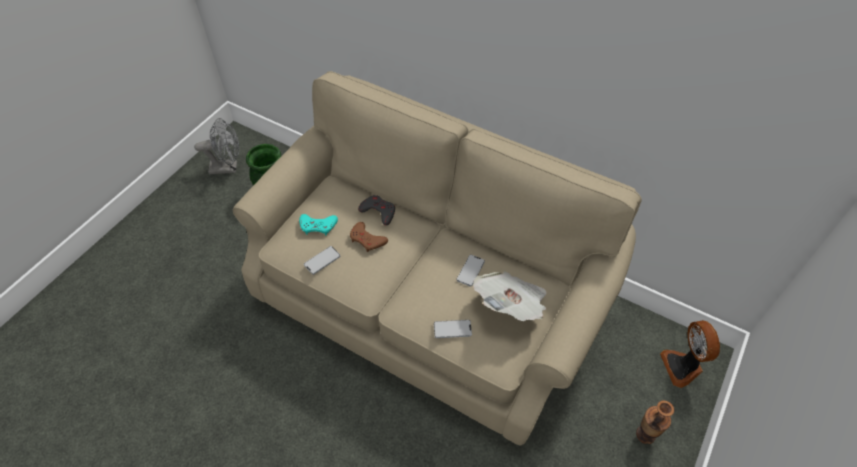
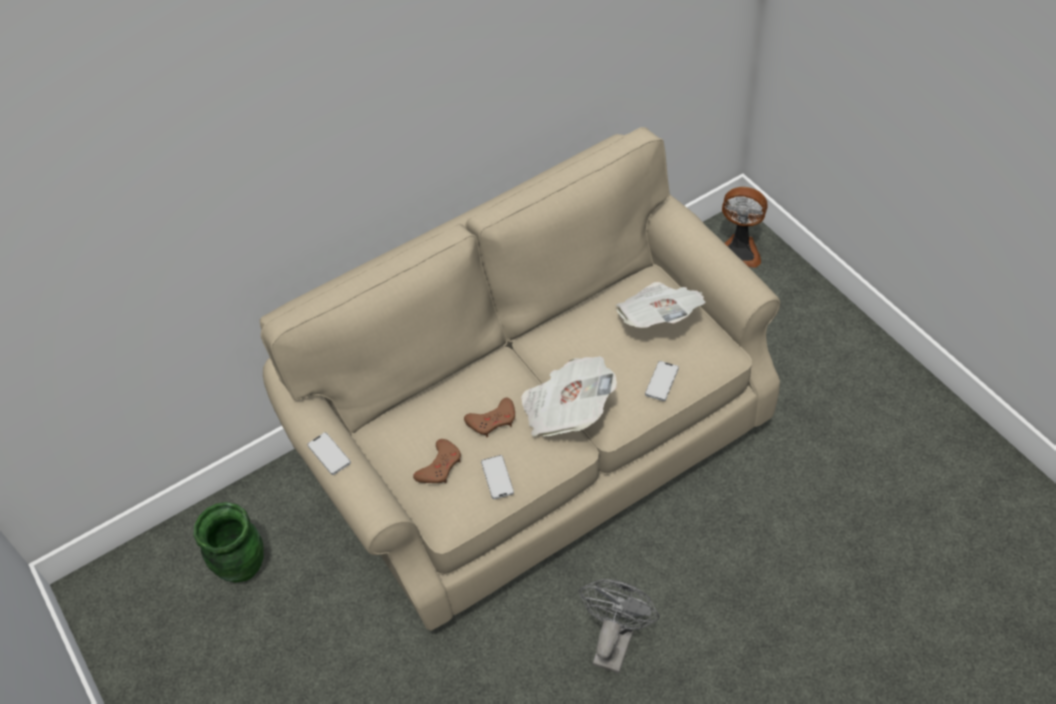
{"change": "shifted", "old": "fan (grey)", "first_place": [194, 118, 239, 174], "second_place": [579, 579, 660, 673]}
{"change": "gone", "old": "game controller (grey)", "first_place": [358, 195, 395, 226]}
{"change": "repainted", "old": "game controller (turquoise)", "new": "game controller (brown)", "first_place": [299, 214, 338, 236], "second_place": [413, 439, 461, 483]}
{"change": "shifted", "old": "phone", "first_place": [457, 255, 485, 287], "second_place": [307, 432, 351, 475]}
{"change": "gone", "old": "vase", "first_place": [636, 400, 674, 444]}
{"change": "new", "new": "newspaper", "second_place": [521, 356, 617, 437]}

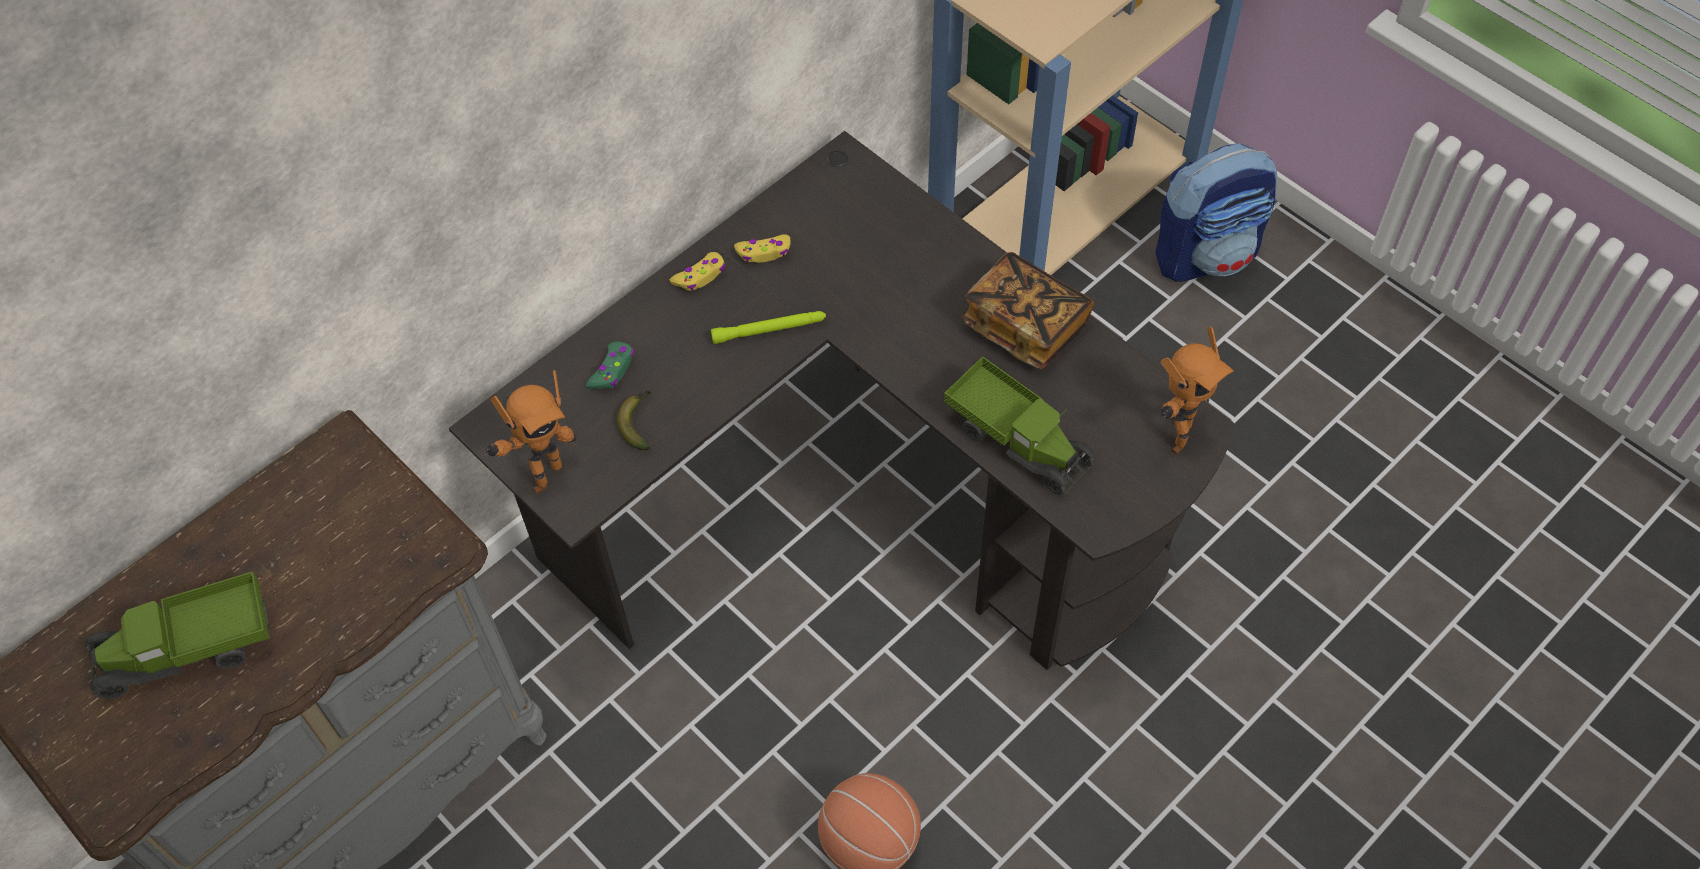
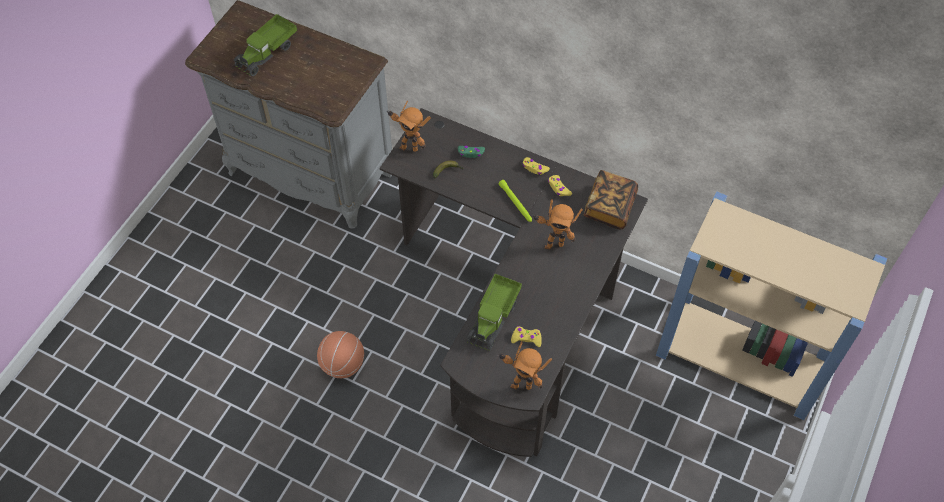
{"change": "gone", "old": "backpack", "first_place": [1155, 143, 1277, 282]}
{"change": "shifted", "old": "book", "first_place": [961, 252, 1094, 369], "second_place": [584, 170, 638, 230]}
{"change": "rotated", "old": "toy truck", "first_place": [84, 571, 271, 699], "second_place": [233, 14, 297, 76], "degrees": -105}
{"change": "new", "new": "toy robot", "second_place": [533, 199, 583, 249]}
{"change": "new", "new": "game controller (yellow)", "second_place": [511, 326, 542, 347]}

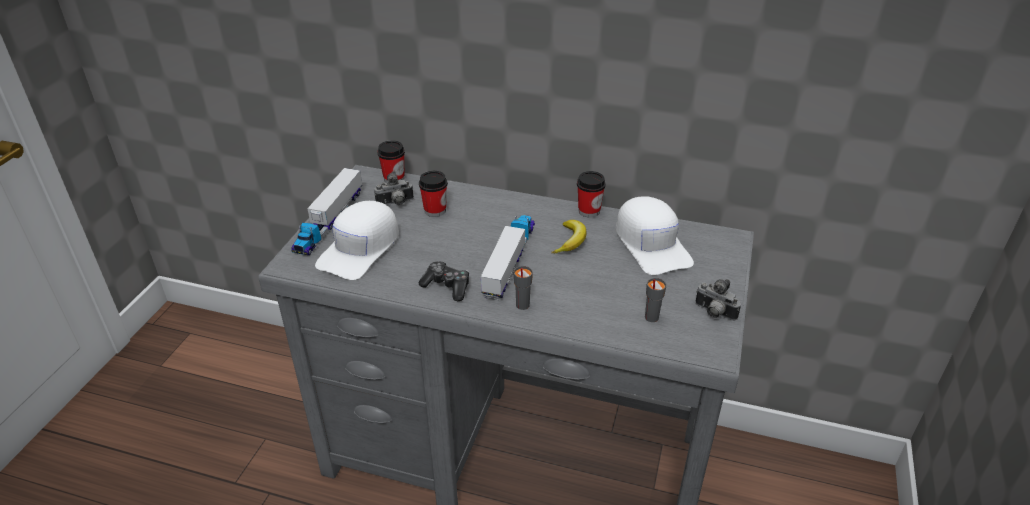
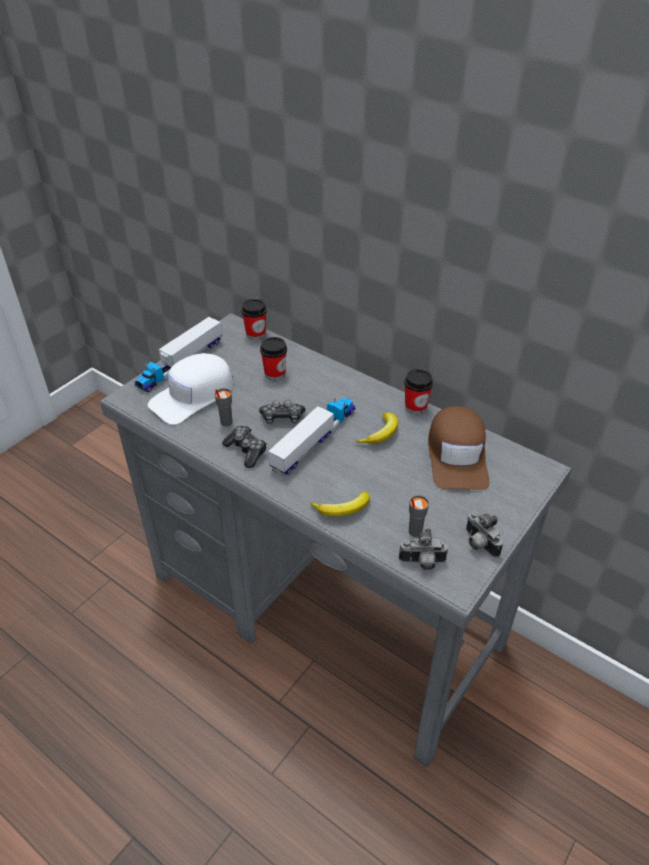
{"change": "shifted", "old": "photo camera", "first_place": [374, 171, 414, 205], "second_place": [399, 528, 448, 570]}
{"change": "repainted", "old": "cap (white)", "new": "cap (brown)", "first_place": [615, 196, 694, 275], "second_place": [428, 406, 489, 490]}
{"change": "shifted", "old": "cup (grey)", "first_place": [513, 266, 533, 310], "second_place": [215, 388, 233, 426]}
{"change": "new", "new": "game controller", "second_place": [259, 400, 305, 424]}
{"change": "new", "new": "banana", "second_place": [310, 491, 370, 516]}

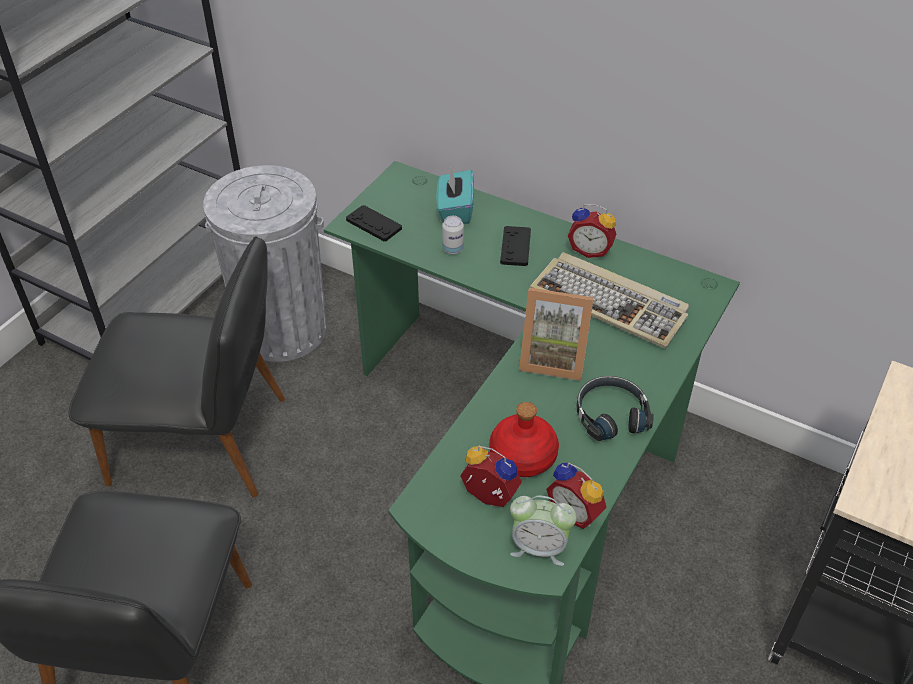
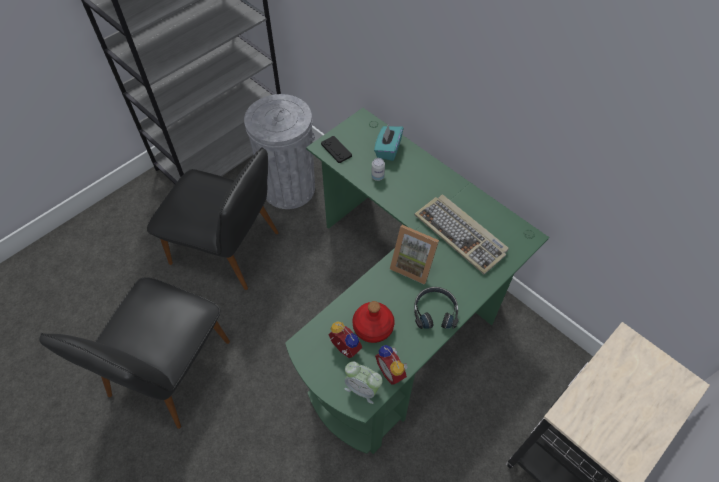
{"change": "gone", "old": "alarm clock", "first_place": [568, 204, 616, 258]}
{"change": "gone", "old": "game controller (black)", "first_place": [500, 226, 531, 266]}

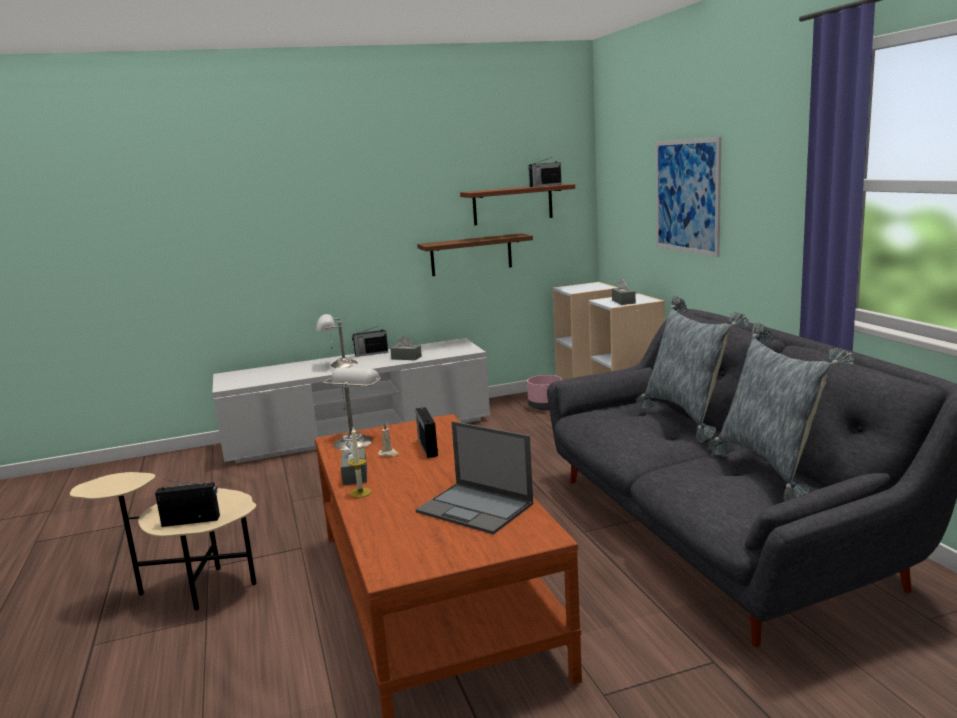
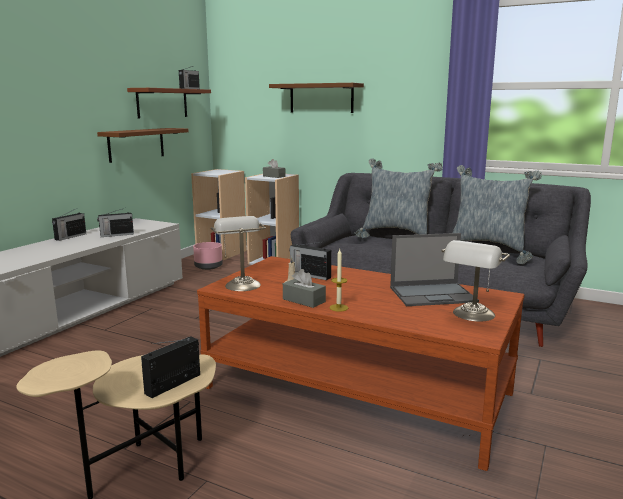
{"change": "swapped", "old": "picture", "new": "shelf (brown)", "first_place": [656, 137, 721, 257], "second_place": [269, 83, 364, 113]}
{"change": "shifted", "old": "table lamp (white)", "first_place": [316, 314, 358, 368], "second_place": [442, 240, 510, 322]}
{"change": "swapped", "old": "tissue box (grey)", "new": "radio", "first_place": [390, 336, 422, 360], "second_place": [97, 208, 134, 237]}

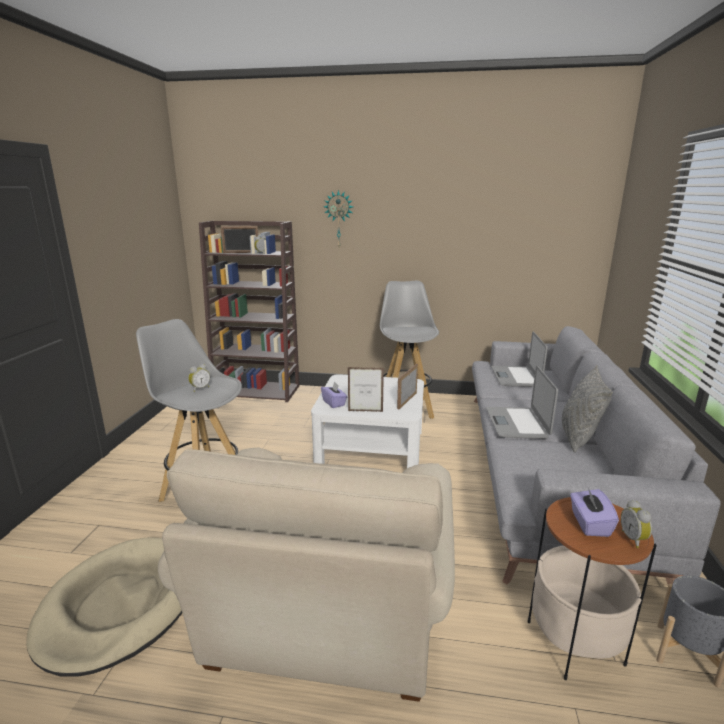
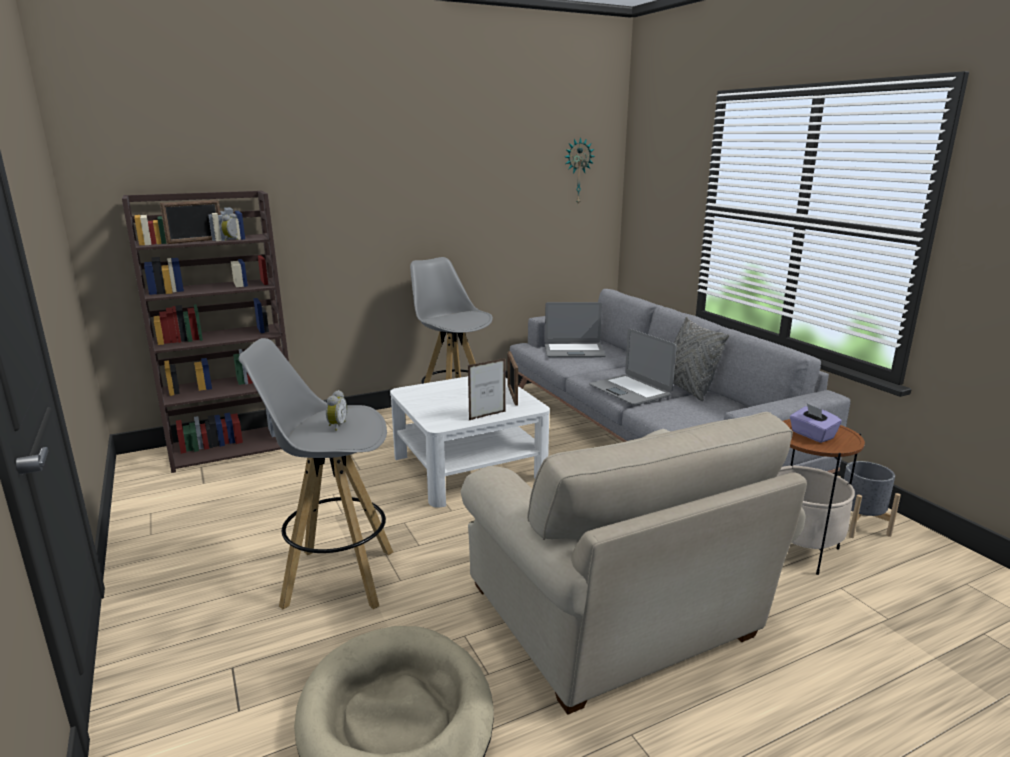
{"change": "shifted", "old": "wall clock", "first_place": [324, 190, 353, 247], "second_place": [565, 137, 595, 204]}
{"change": "rotated", "old": "laptop", "first_place": [491, 332, 548, 387], "second_place": [545, 302, 606, 357], "degrees": -60}
{"change": "gone", "old": "tissue box (purple)", "first_place": [321, 381, 347, 408]}
{"change": "gone", "old": "alarm clock", "first_place": [621, 499, 652, 548]}

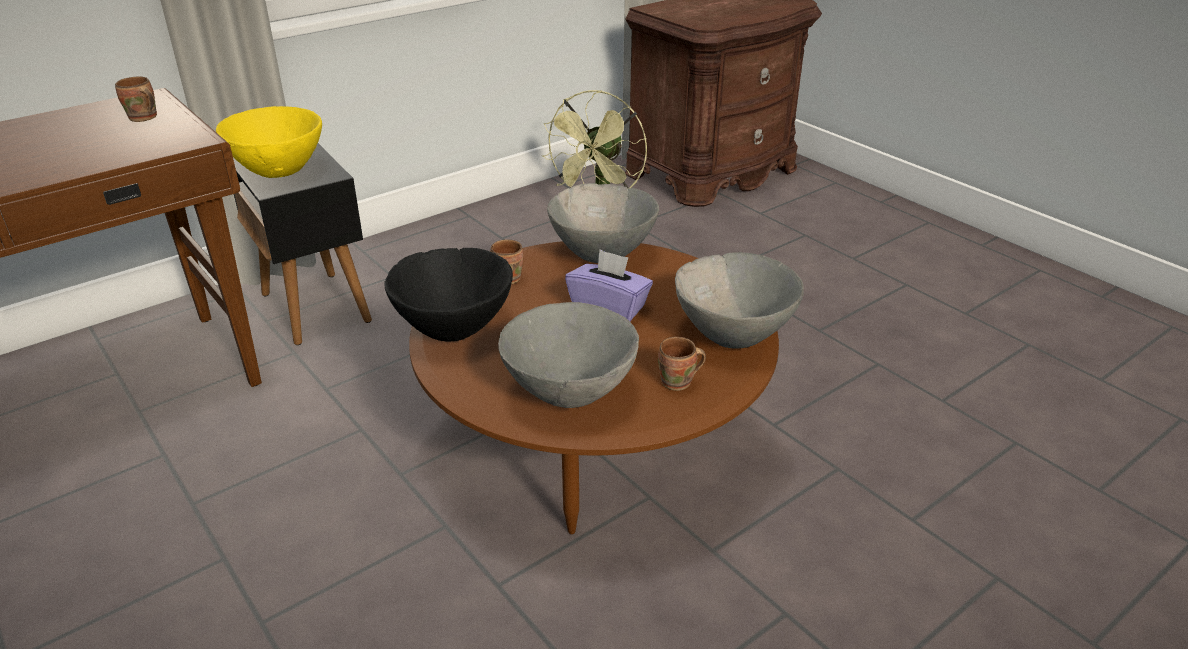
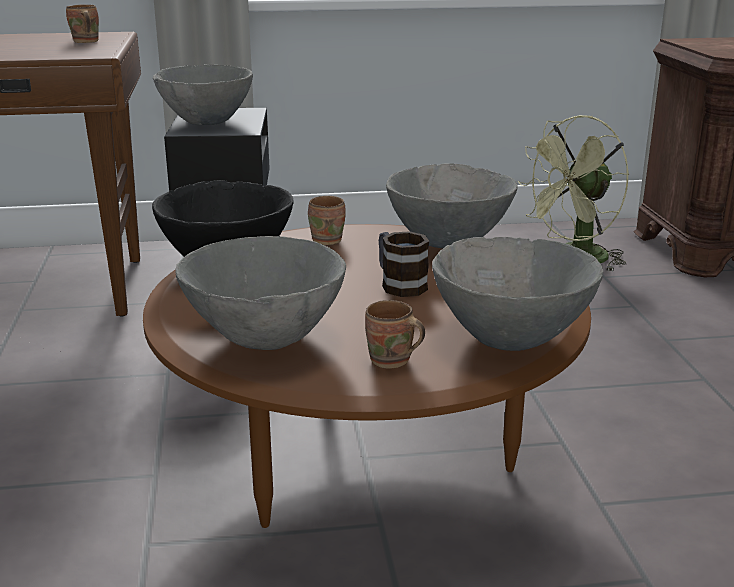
{"change": "repainted", "old": "bowl (yellow)", "new": "bowl (grey)", "first_place": [216, 106, 322, 178], "second_place": [153, 65, 253, 125]}
{"change": "swapped", "old": "tissue box (purple)", "new": "mug", "first_place": [565, 249, 653, 321], "second_place": [379, 231, 429, 297]}

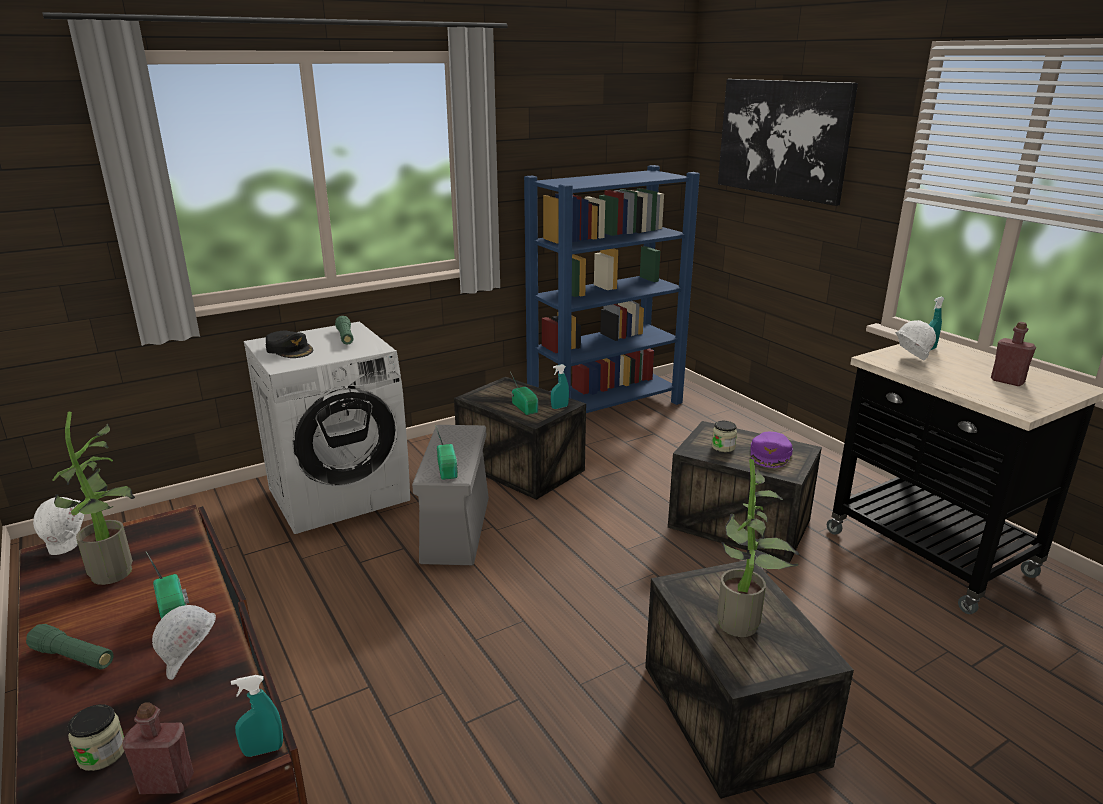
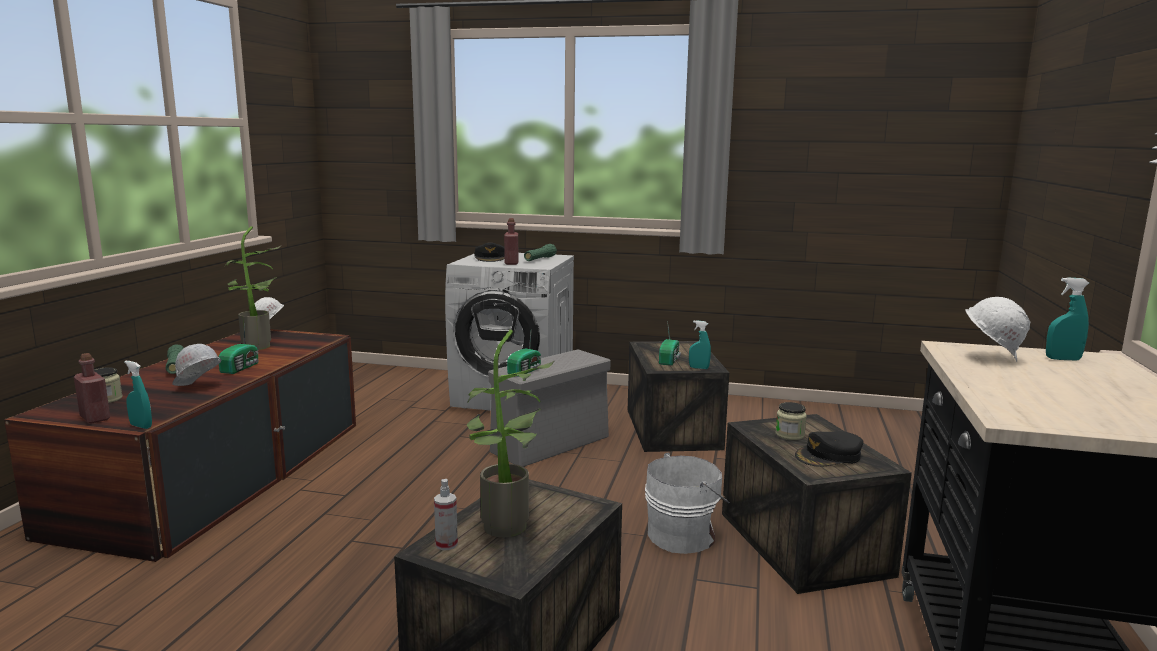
{"change": "gone", "old": "picture", "first_place": [718, 79, 858, 206]}
{"change": "gone", "old": "bookcase (blue)", "first_place": [524, 165, 700, 413]}
{"change": "shifted", "old": "bottle (red)", "first_place": [991, 322, 1036, 386], "second_place": [504, 218, 518, 265]}
{"change": "repainted", "old": "cap (purple)", "new": "cap (black)", "first_place": [750, 432, 793, 468], "second_place": [795, 431, 863, 467]}
{"change": "new", "new": "bucket (white)", "second_place": [645, 453, 730, 554]}
{"change": "new", "new": "spray bottle", "second_place": [434, 479, 458, 550]}

